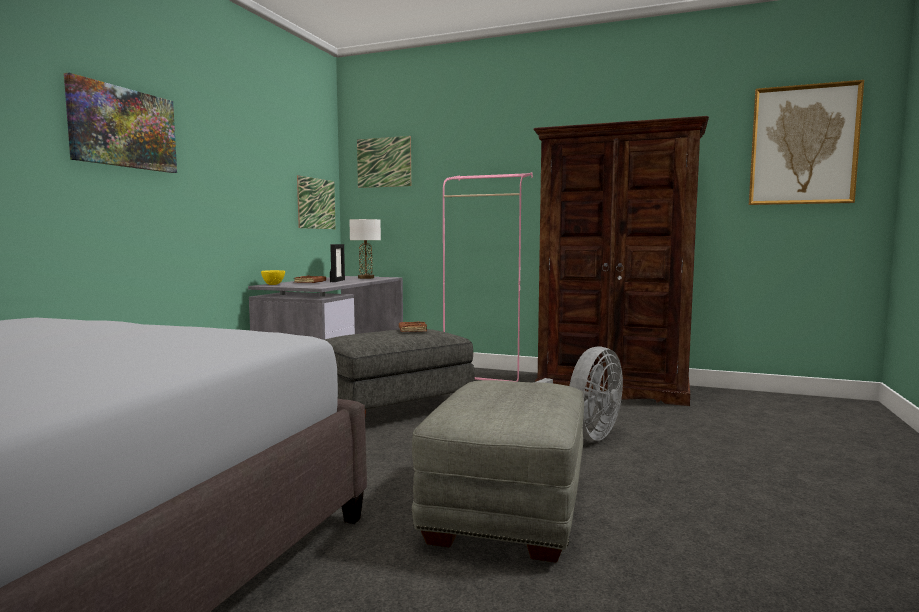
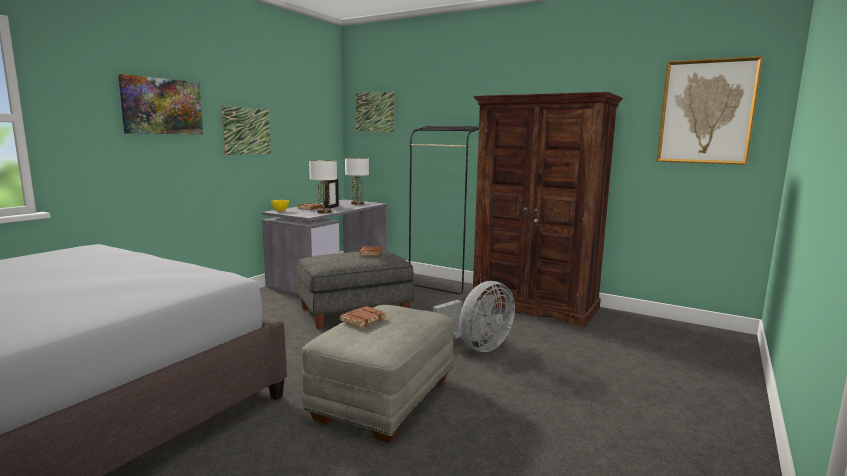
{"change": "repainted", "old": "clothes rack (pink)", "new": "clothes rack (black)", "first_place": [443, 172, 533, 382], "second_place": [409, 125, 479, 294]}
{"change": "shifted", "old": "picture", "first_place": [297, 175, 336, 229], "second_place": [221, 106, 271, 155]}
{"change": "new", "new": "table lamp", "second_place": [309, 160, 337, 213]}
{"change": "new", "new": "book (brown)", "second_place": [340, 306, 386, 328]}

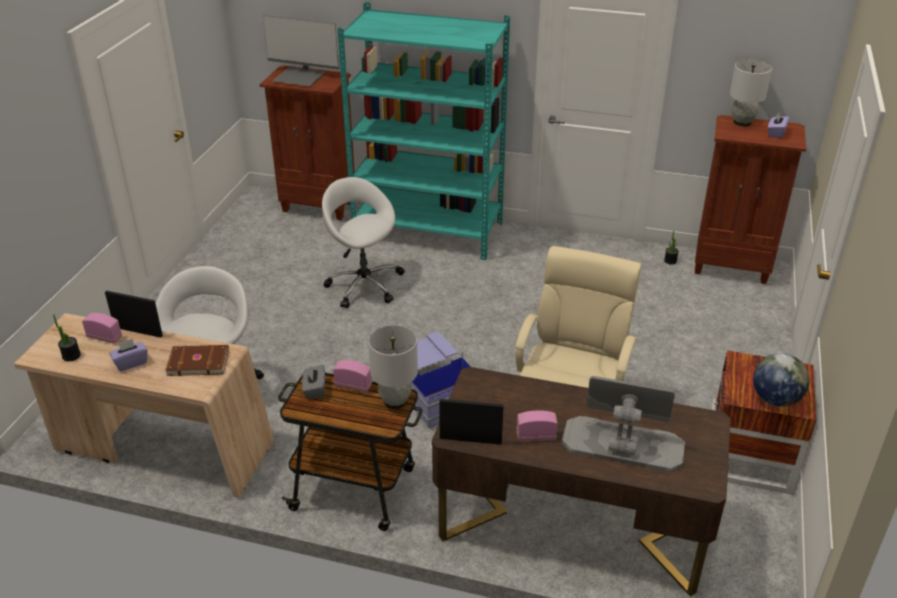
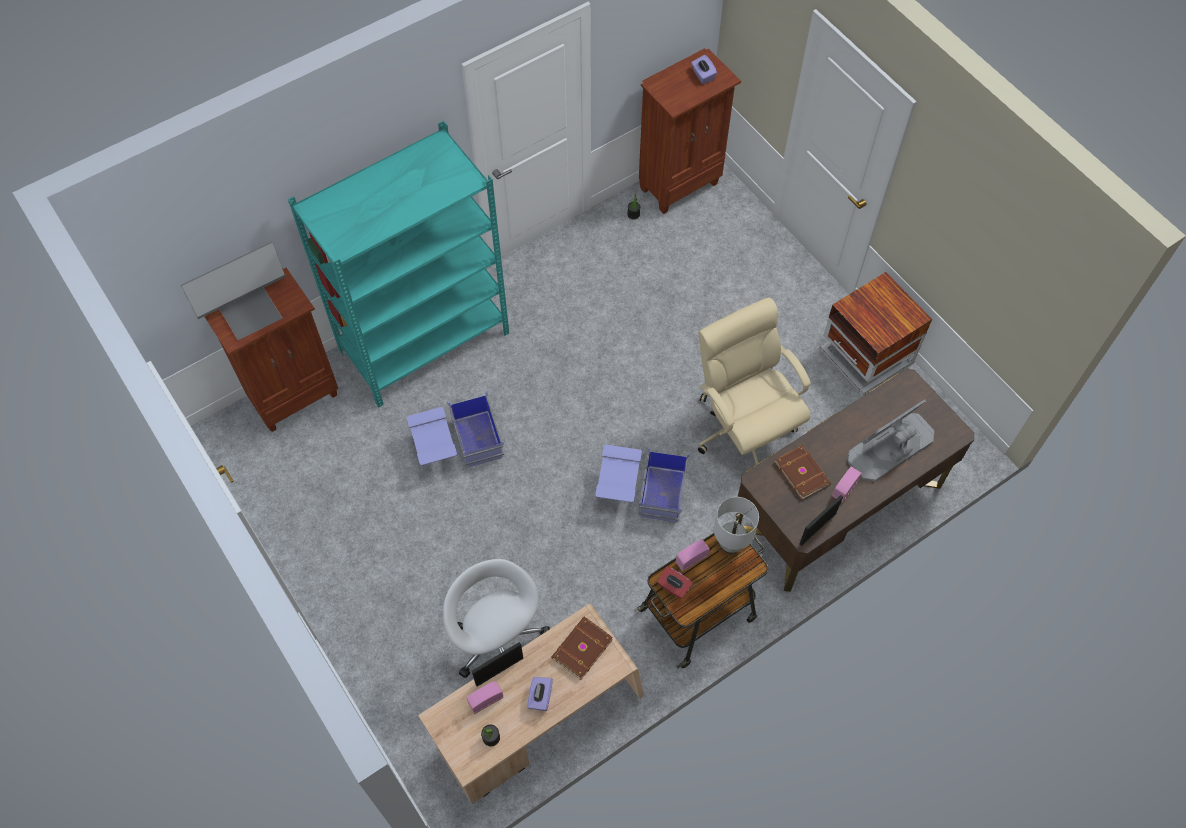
{"change": "gone", "old": "table lamp (white)", "first_place": [730, 60, 772, 126]}
{"change": "swapped", "old": "office chair (white)", "new": "storage box (blue)", "first_place": [322, 177, 405, 308], "second_place": [407, 391, 504, 467]}
{"change": "gone", "old": "globe", "first_place": [753, 353, 810, 407]}
{"change": "repainted", "old": "tissue box (grey)", "new": "tissue box (red)", "first_place": [302, 365, 325, 399], "second_place": [657, 566, 693, 599]}
{"change": "new", "new": "book (brown)", "second_place": [774, 444, 831, 500]}

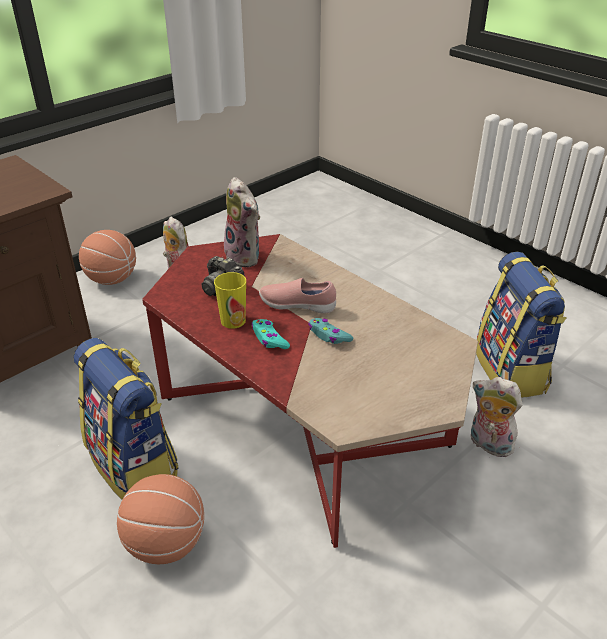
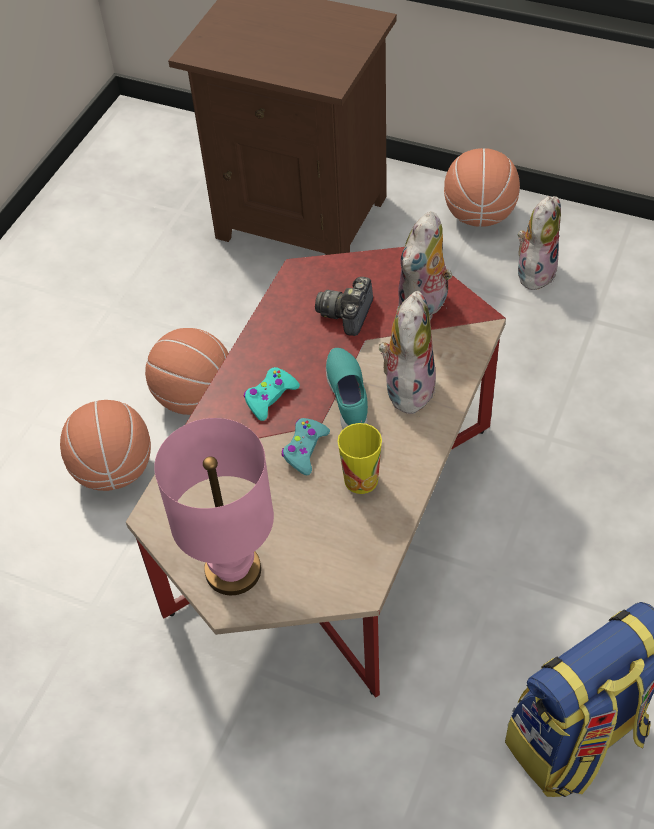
{"change": "shifted", "old": "cup", "first_place": [214, 272, 246, 329], "second_place": [337, 423, 382, 494]}
{"change": "repainted", "old": "shoe (pink)", "new": "shoe (turquoise)", "first_place": [259, 278, 336, 313], "second_place": [326, 348, 368, 429]}
{"change": "swapped", "old": "backpack", "new": "basketball", "first_place": [74, 338, 178, 500], "second_place": [145, 328, 229, 415]}
{"change": "shifted", "old": "plush toy", "first_place": [471, 377, 523, 457], "second_place": [379, 291, 436, 414]}
{"change": "new", "new": "table lamp (pink)", "second_place": [154, 418, 274, 595]}

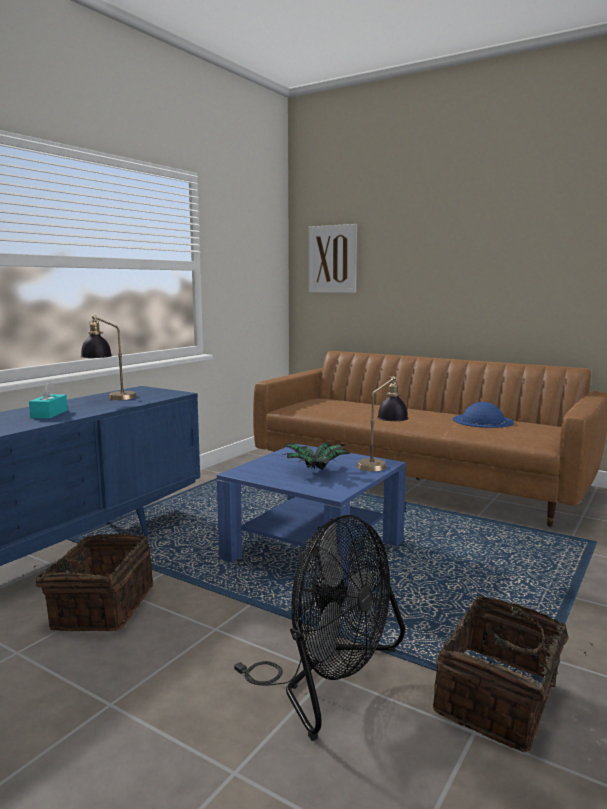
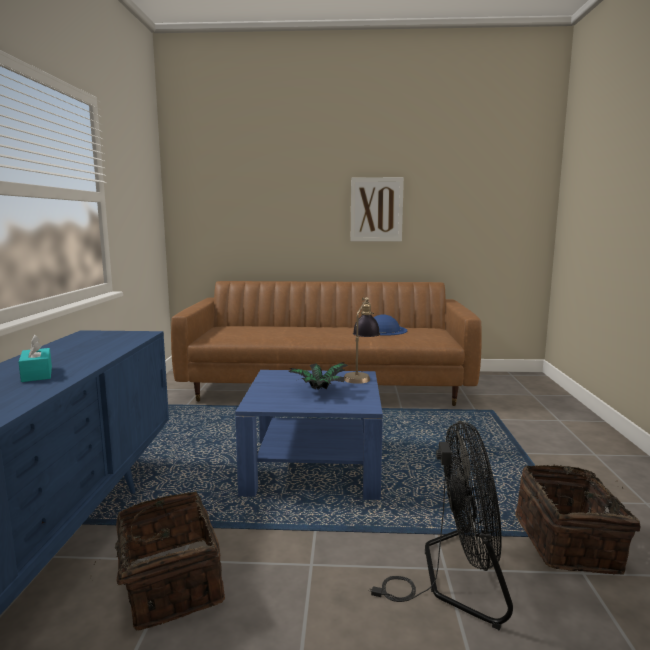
{"change": "shifted", "old": "picture", "first_place": [309, 224, 357, 293], "second_place": [351, 177, 404, 242]}
{"change": "gone", "old": "table lamp", "first_place": [80, 315, 137, 400]}

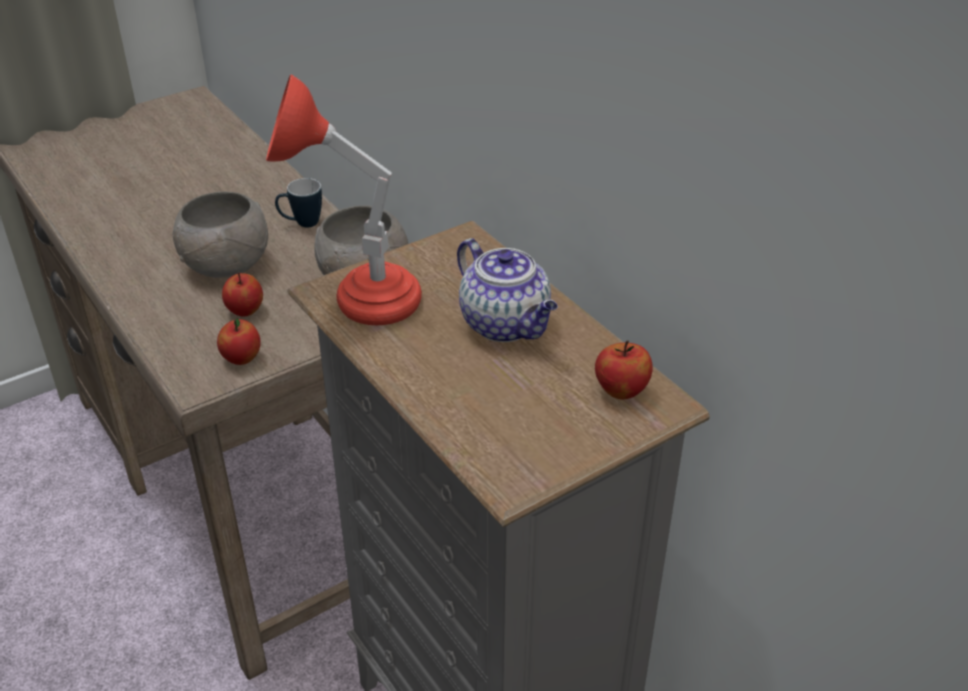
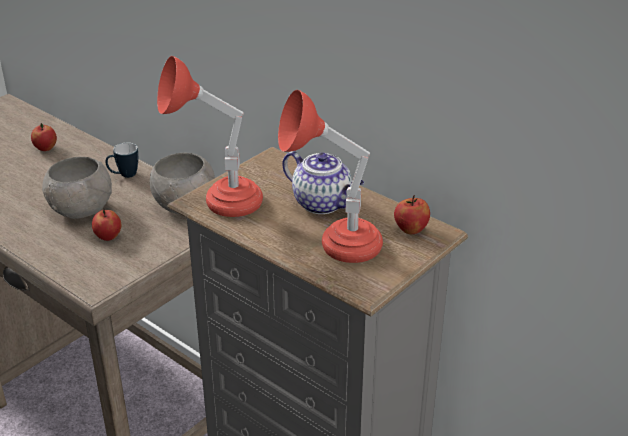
{"change": "shifted", "old": "apple", "first_place": [217, 318, 261, 365], "second_place": [31, 123, 57, 151]}
{"change": "new", "new": "table lamp (red)", "second_place": [278, 90, 383, 263]}

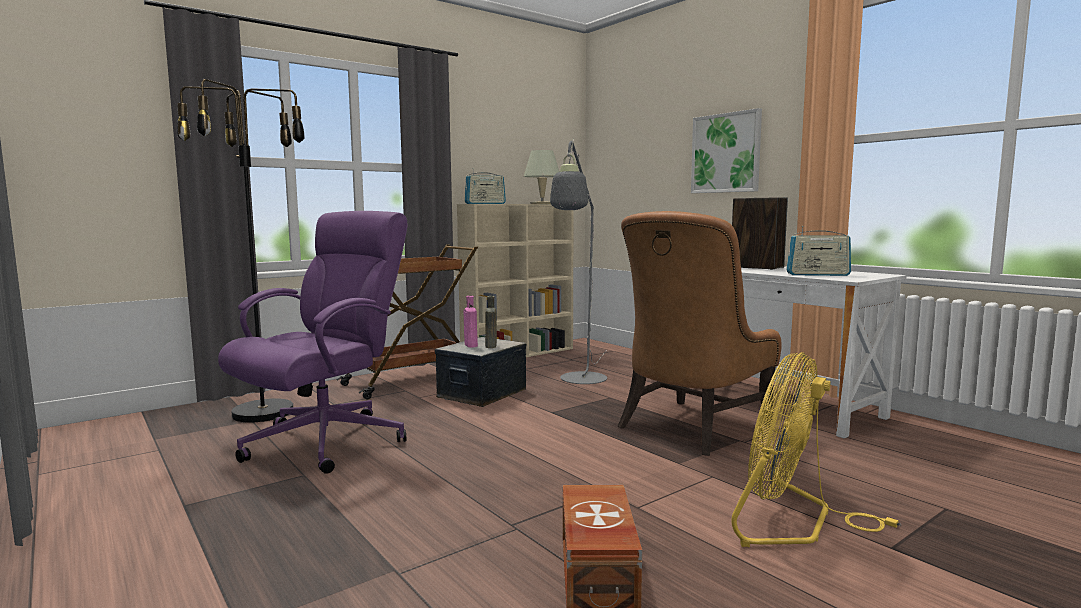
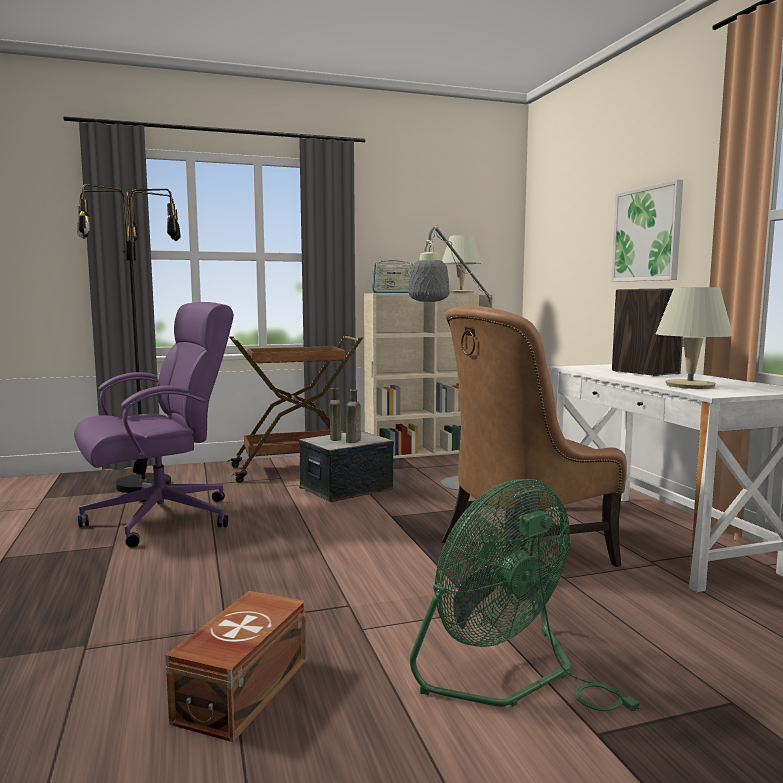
{"change": "swapped", "old": "radio", "new": "table lamp (beige)", "first_place": [786, 226, 851, 276], "second_place": [656, 287, 733, 389]}
{"change": "repainted", "old": "bottle (pink)", "new": "bottle (brown)", "first_place": [464, 296, 478, 348], "second_place": [330, 388, 341, 441]}
{"change": "repainted", "old": "fan (yellow)", "new": "fan (green)", "first_place": [731, 352, 902, 547], "second_place": [410, 479, 641, 712]}

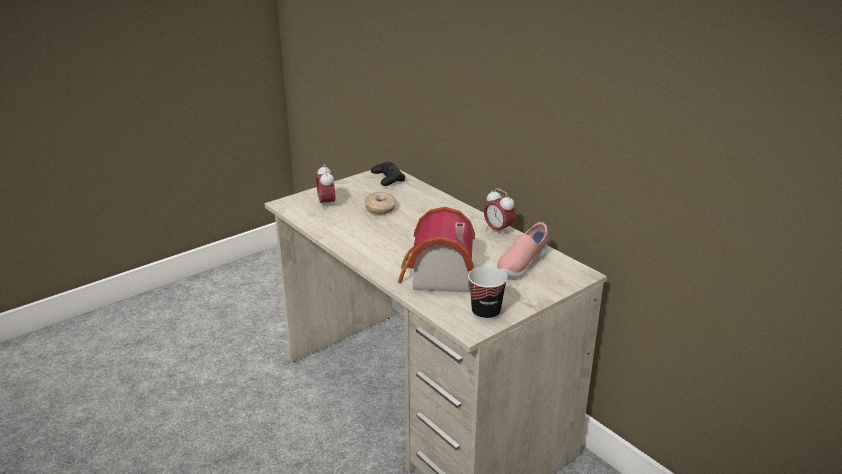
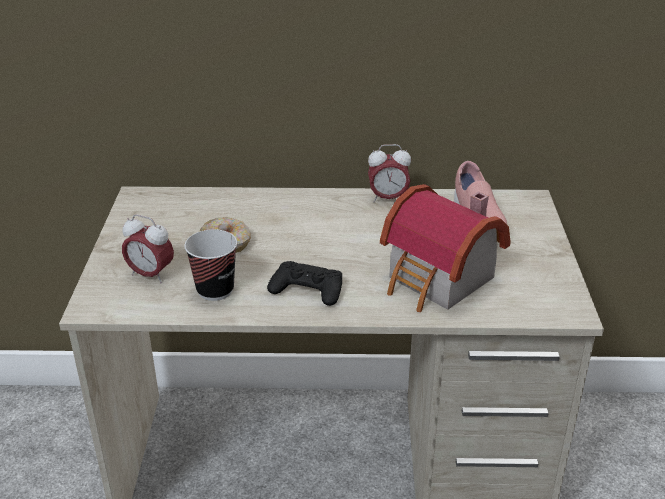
{"change": "shifted", "old": "game controller (black)", "first_place": [371, 162, 405, 186], "second_place": [267, 261, 342, 306]}
{"change": "shifted", "old": "cup", "first_place": [468, 266, 508, 320], "second_place": [184, 229, 237, 301]}

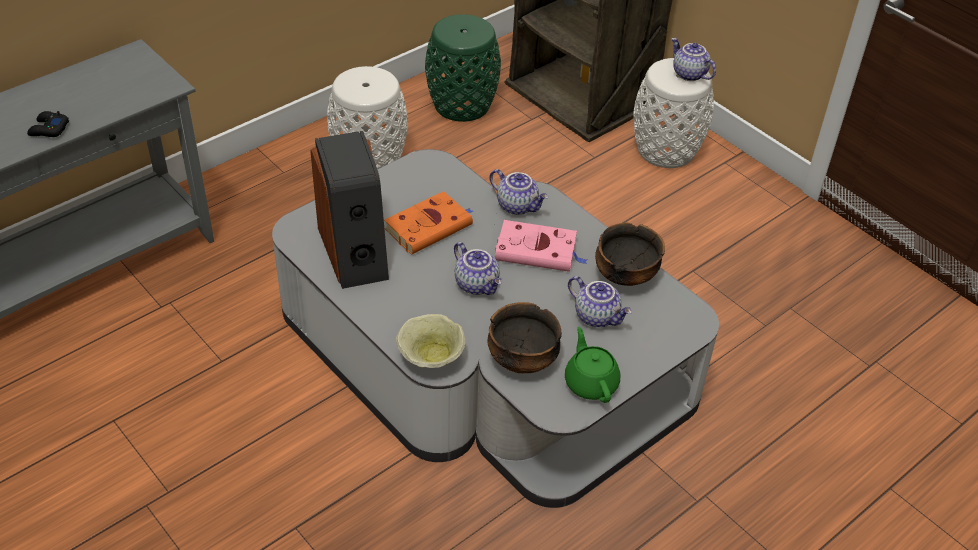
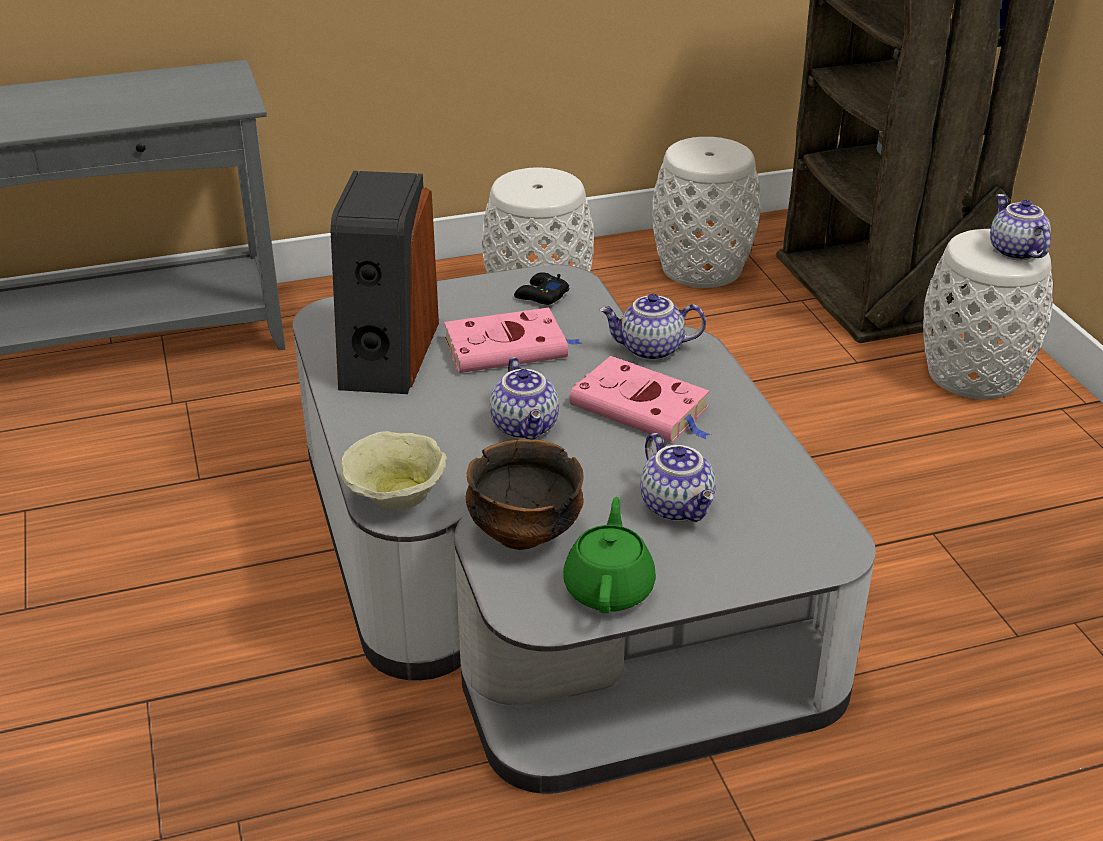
{"change": "repainted", "old": "stool (green)", "new": "stool (white)", "first_place": [425, 14, 501, 122], "second_place": [652, 137, 760, 288]}
{"change": "shifted", "old": "game controller (black)", "first_place": [27, 111, 69, 137], "second_place": [514, 272, 569, 305]}
{"change": "rotated", "old": "teapot", "first_place": [489, 169, 548, 215], "second_place": [599, 294, 706, 361], "degrees": 120}
{"change": "repainted", "old": "book (orange)", "new": "book (pink)", "first_place": [384, 191, 473, 255], "second_place": [444, 307, 582, 373]}
{"change": "gone", "old": "bowl", "first_place": [595, 222, 665, 286]}

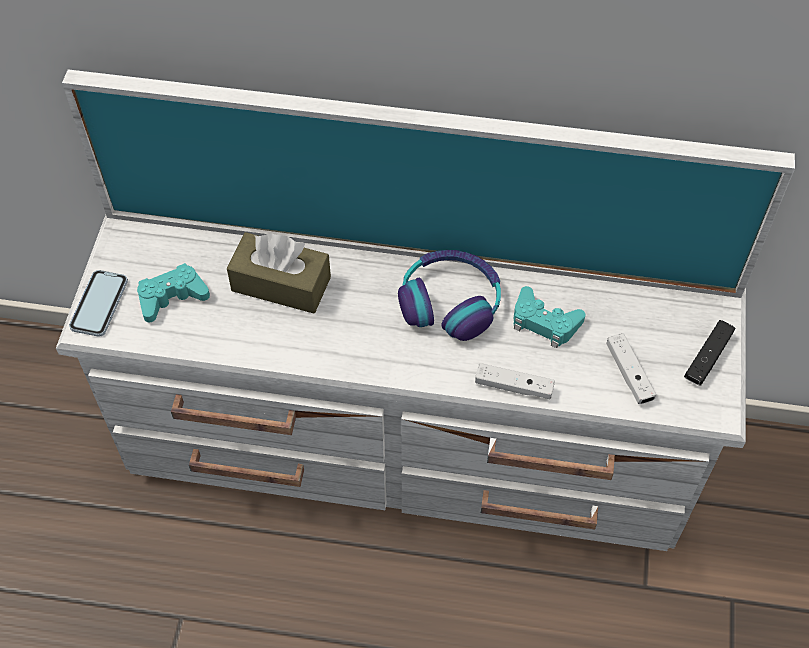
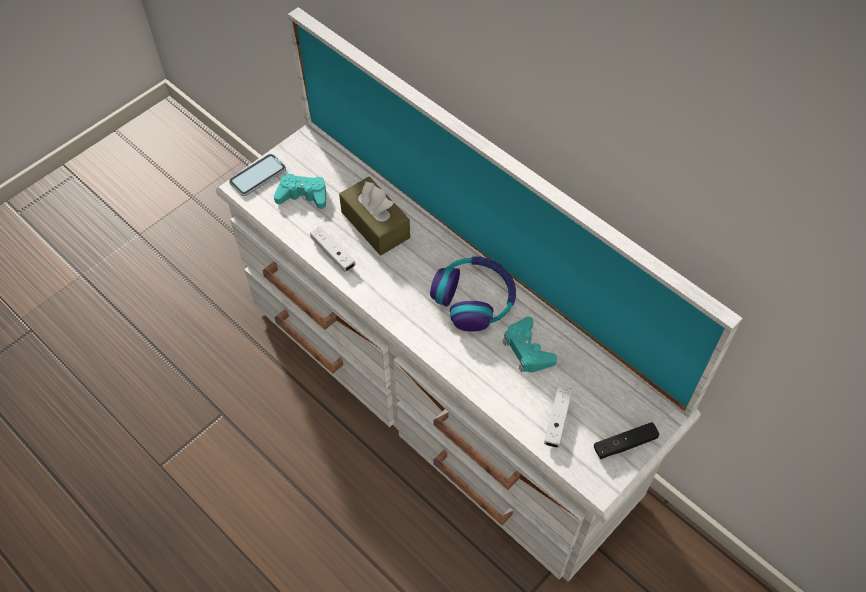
{"change": "shifted", "old": "game controller (white)", "first_place": [475, 363, 555, 399], "second_place": [310, 226, 356, 272]}

